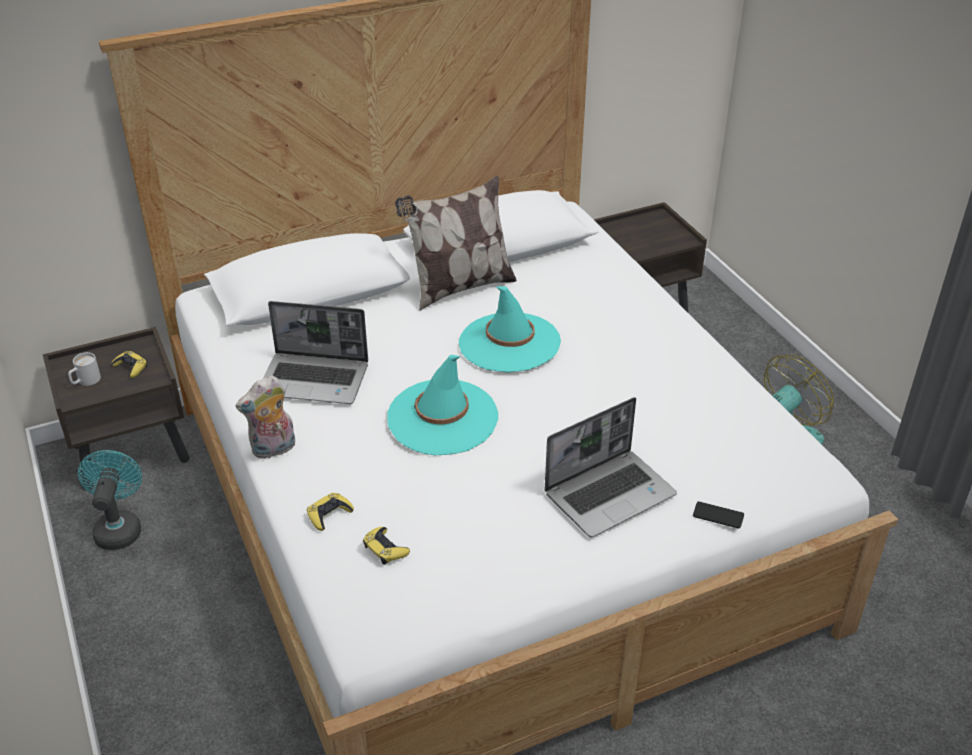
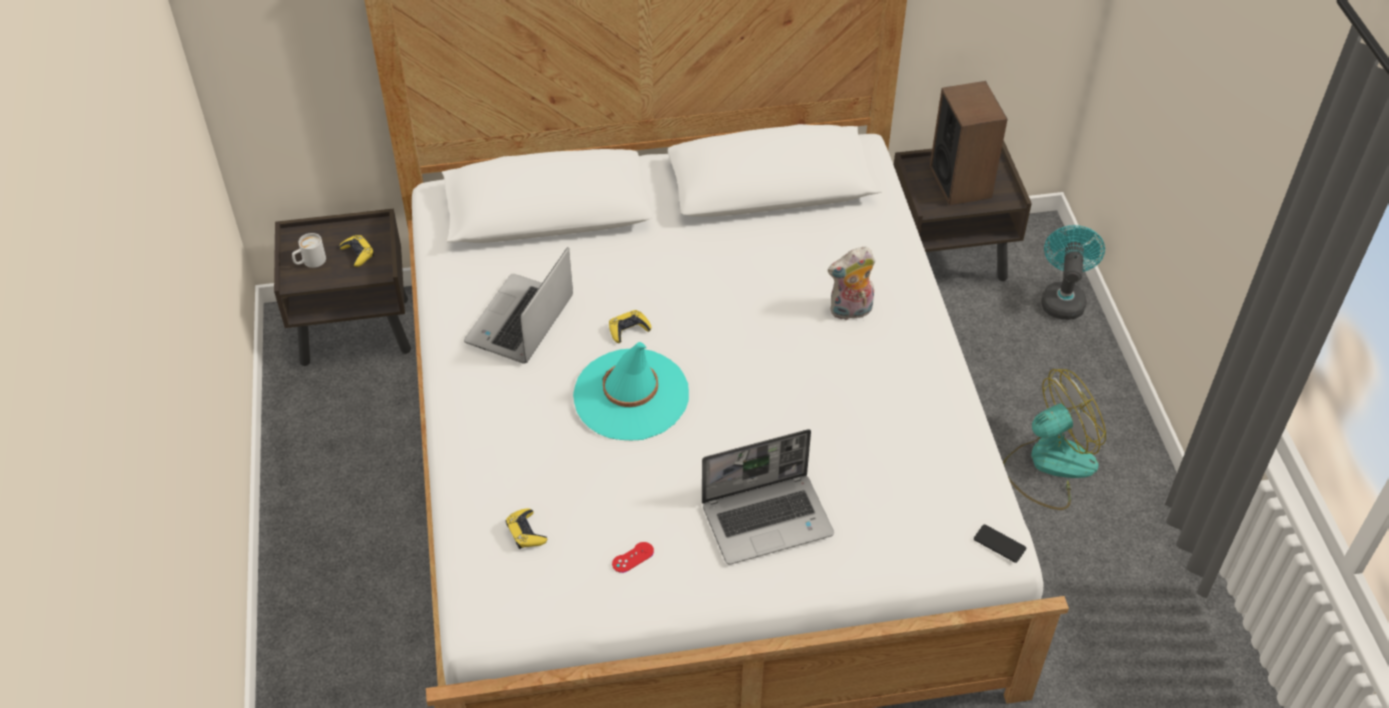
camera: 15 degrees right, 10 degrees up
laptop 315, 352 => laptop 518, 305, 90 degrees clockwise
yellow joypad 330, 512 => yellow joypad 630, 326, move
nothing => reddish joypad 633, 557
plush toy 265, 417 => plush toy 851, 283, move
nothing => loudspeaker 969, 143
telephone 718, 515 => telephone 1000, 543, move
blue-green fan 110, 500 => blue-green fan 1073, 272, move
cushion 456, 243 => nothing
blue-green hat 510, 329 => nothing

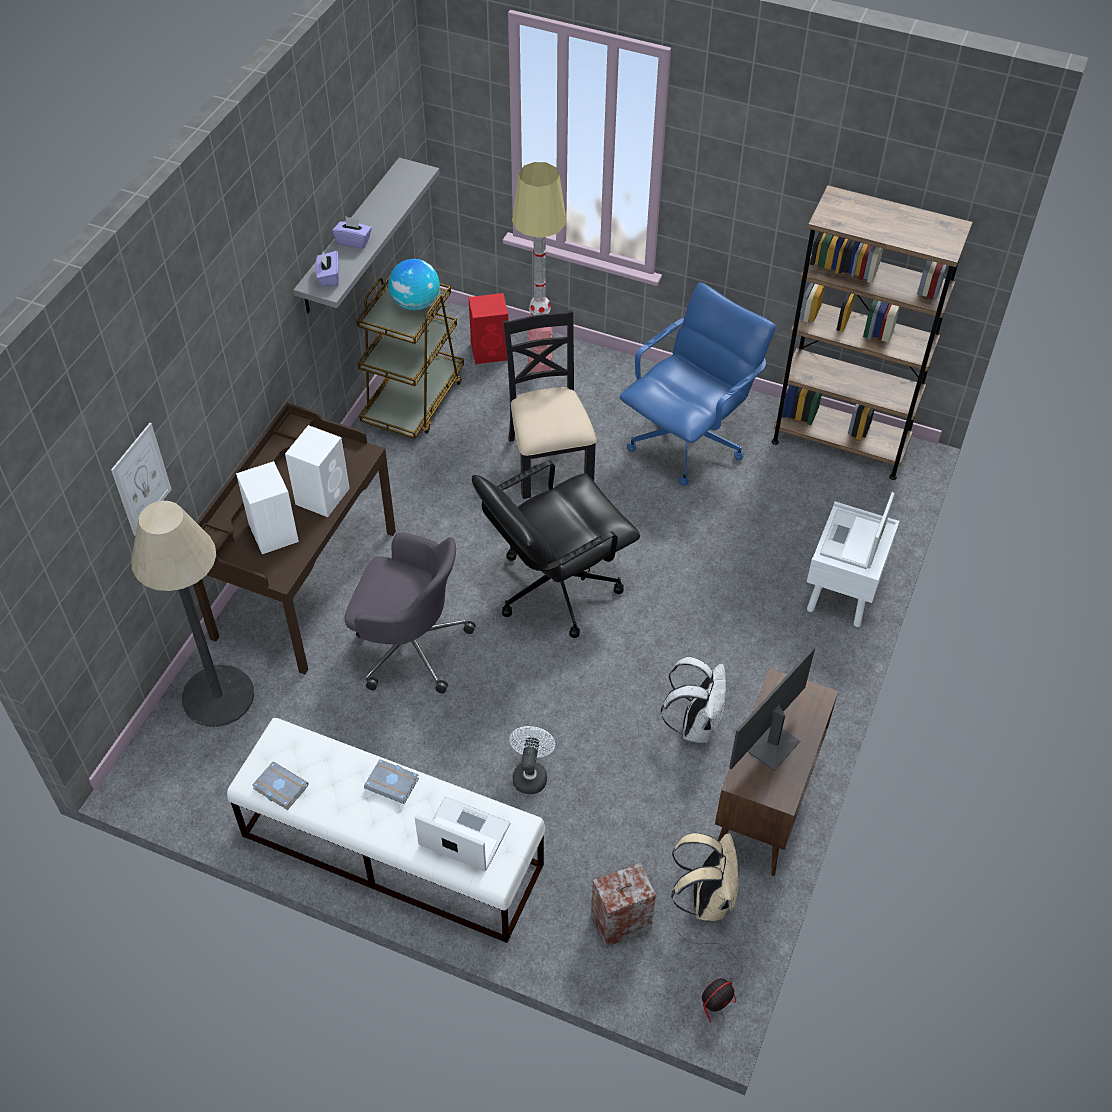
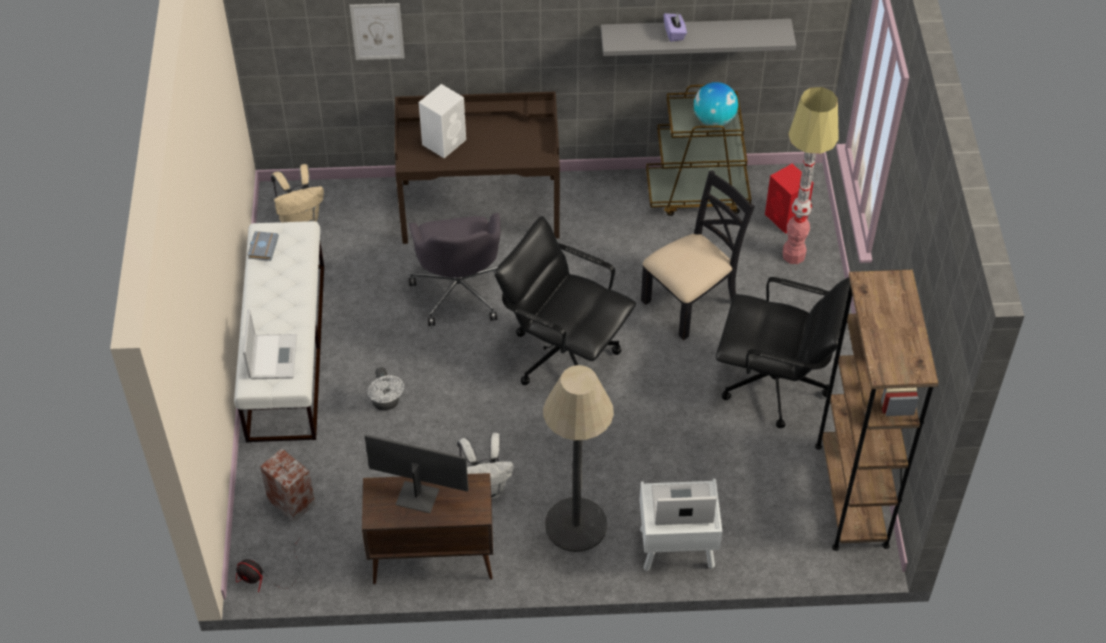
camera: 65 degrees right, 0 degrees up
beige backpack 705, 877 => beige backpack 297, 193, move
white fan 532, 760 => white fan 386, 389, 90 degrees clockwise
standing lamp 192, 614 => standing lamp 578, 458, move
blue desk chair 697, 384 => blackish desk chair 784, 352
white loudspeaker 317, 471 => nothing
purple-coloured box of tissues 327, 268 => nothing
greyish bound book 391, 781 => nothing

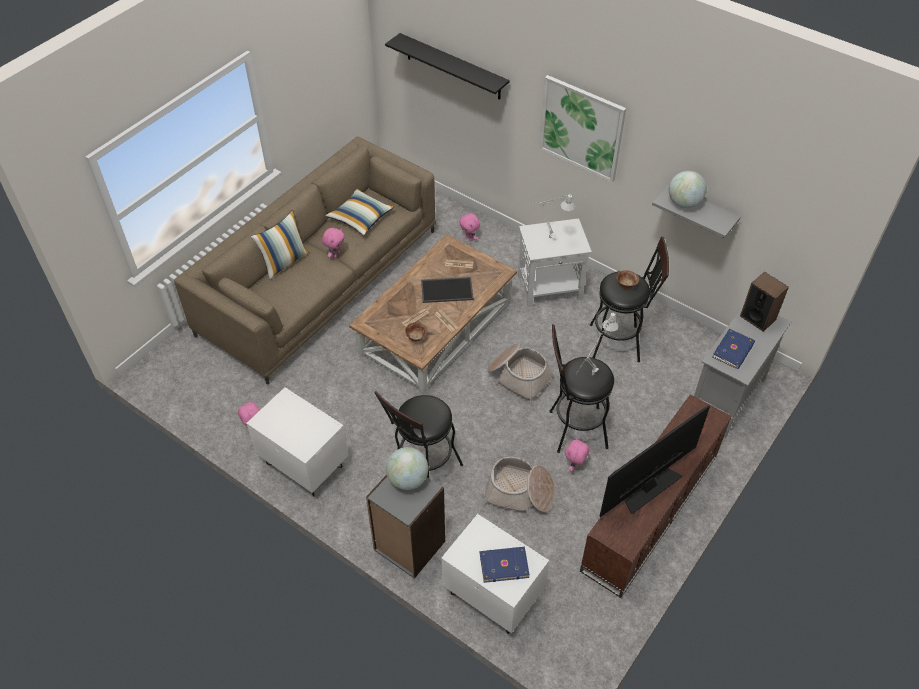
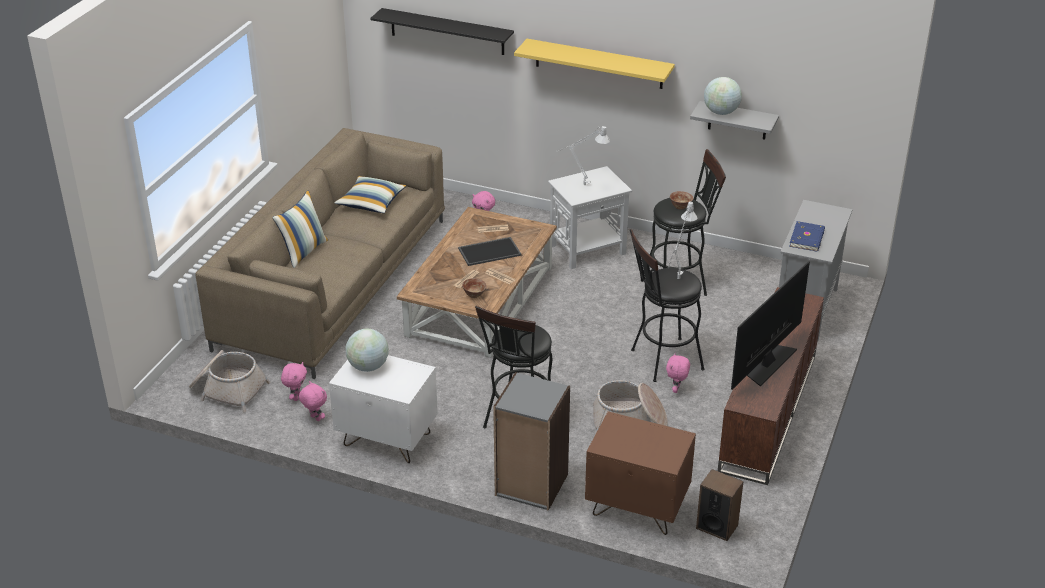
camera: 15 degrees left, 15 degrees down
household basket 521, 374 => household basket 230, 381, move
pinkish plush toy 333, 243 => pinkish plush toy 294, 381, move
desk globe 407, 468 => desk globe 367, 350, move
picture 582, 129 => yellow wall shelf 594, 64
white nightstand 495, 574 => brownish nightstand 640, 473
loudspeaker 764, 302 => loudspeaker 720, 505, move
blue bound book 505, 565 => nothing

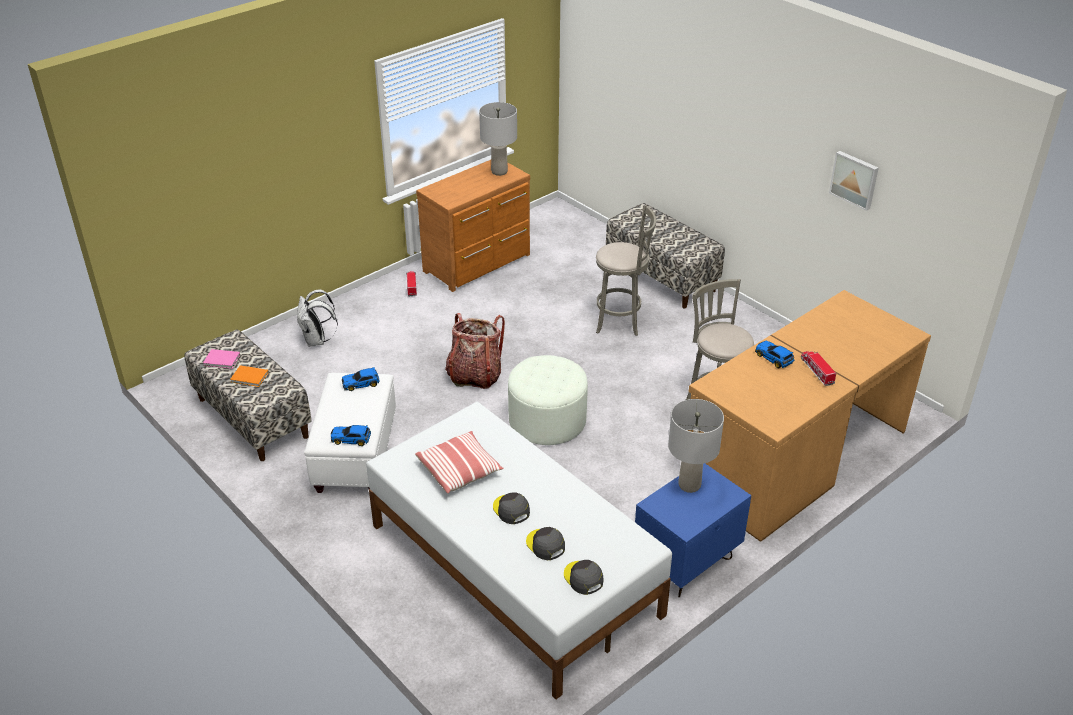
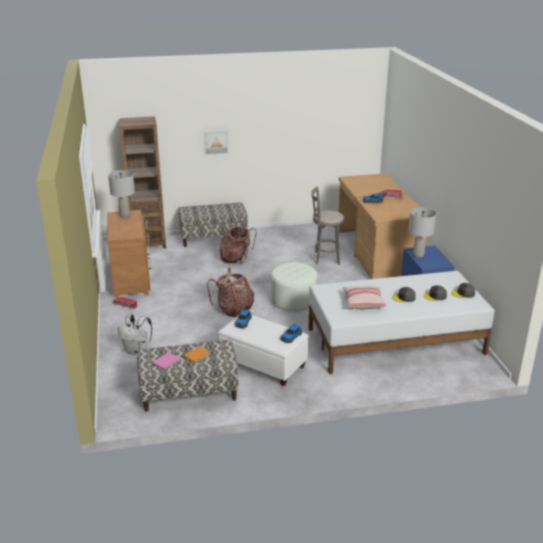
camera: 60 degrees left, 10 degrees down
nothing => brownish bookcase 143, 182
picture 854, 181 => picture 216, 142, move
greyish sitting stool 626, 270 => backpack 238, 245

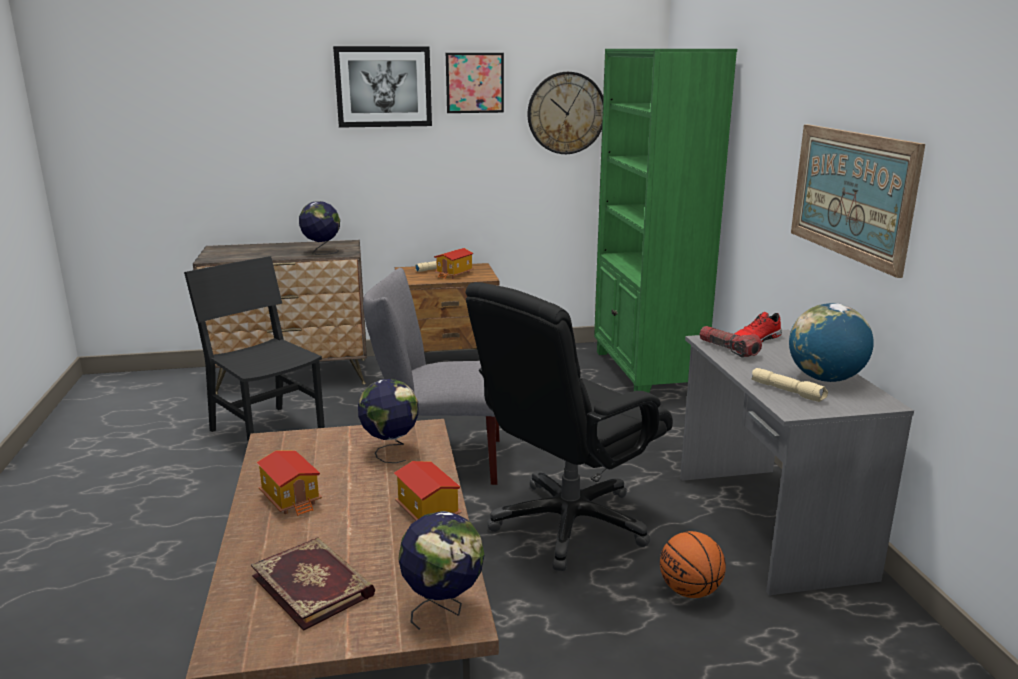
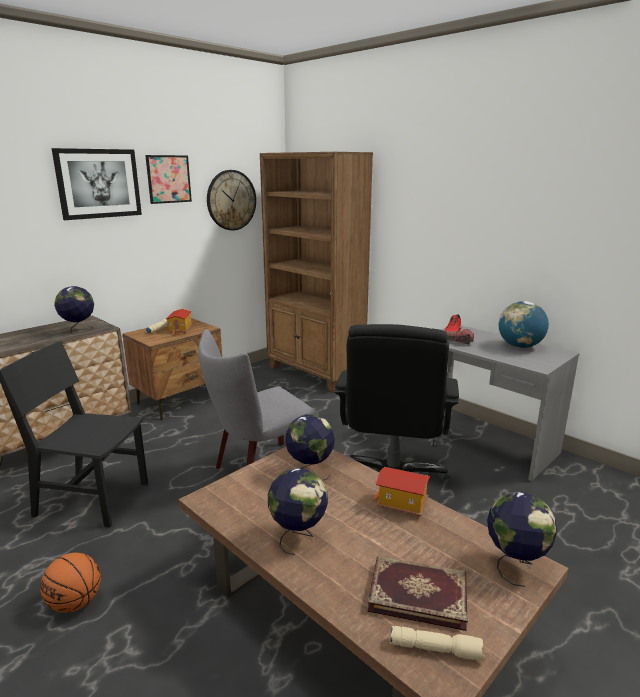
camera: 35 degrees left, 0 degrees up
basketball ball 693, 564 => basketball ball 70, 583, move
greenish bookcase 665, 221 => brownish bookcase 316, 272
toy house 289, 483 => desk globe 298, 511
beige torch 789, 385 => beige torch 437, 643, move
picture 858, 201 => nothing

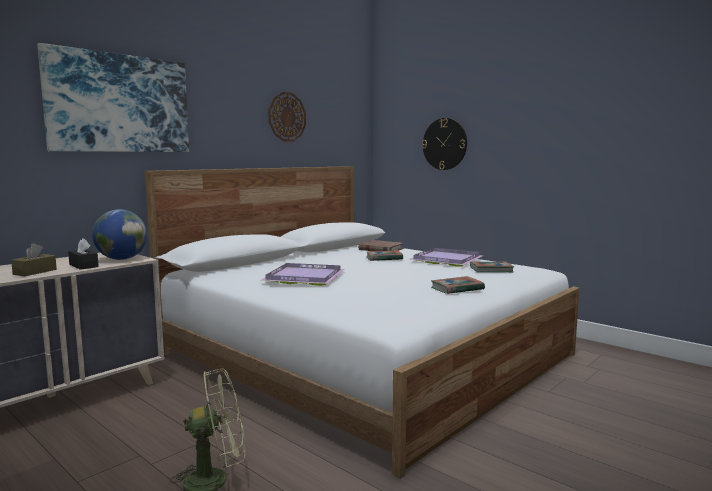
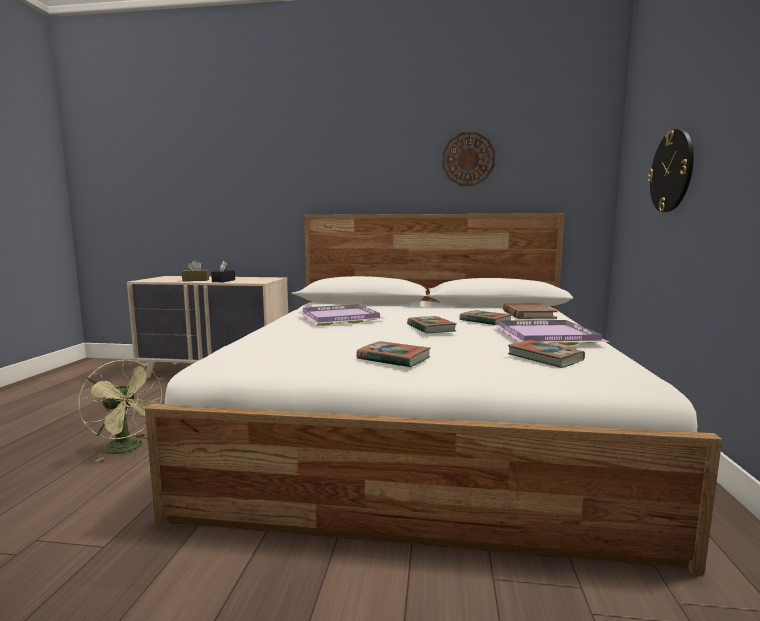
camera: 55 degrees right, 0 degrees up
nothing => bound book 432, 325
picture 113, 97 => nothing
desk globe 119, 234 => nothing

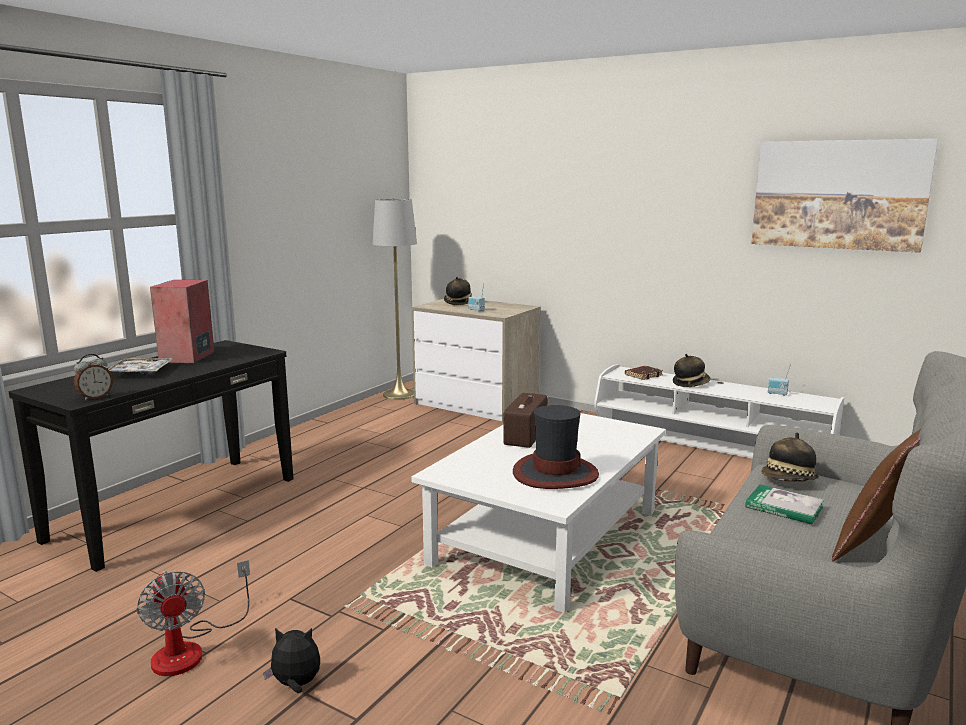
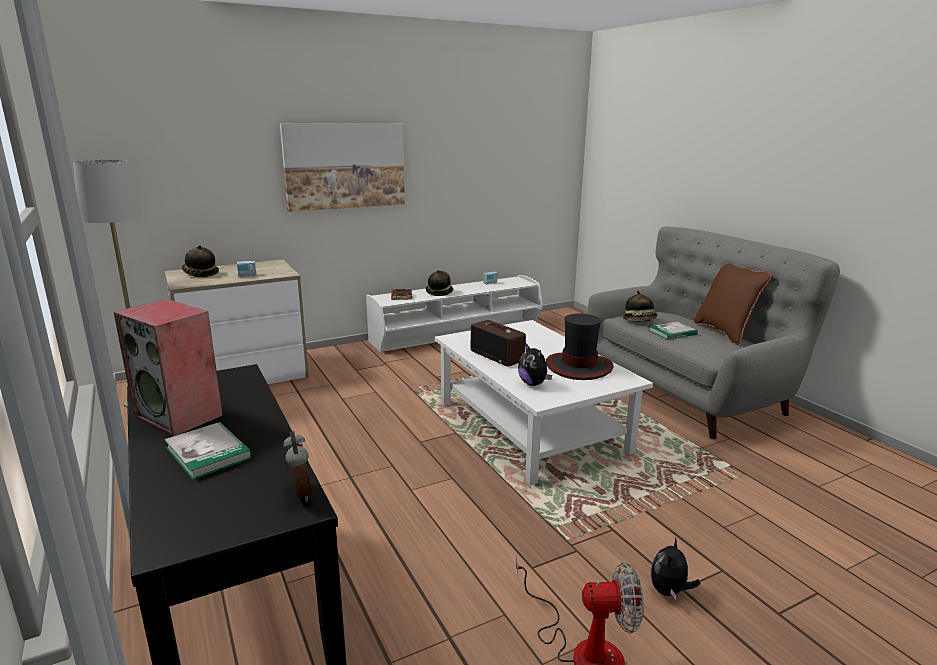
camera: 60 degrees left, 5 degrees up
tray 140, 366 => bound book 208, 451
picture 844, 196 => picture 342, 167, move
nothing => plush toy 535, 364

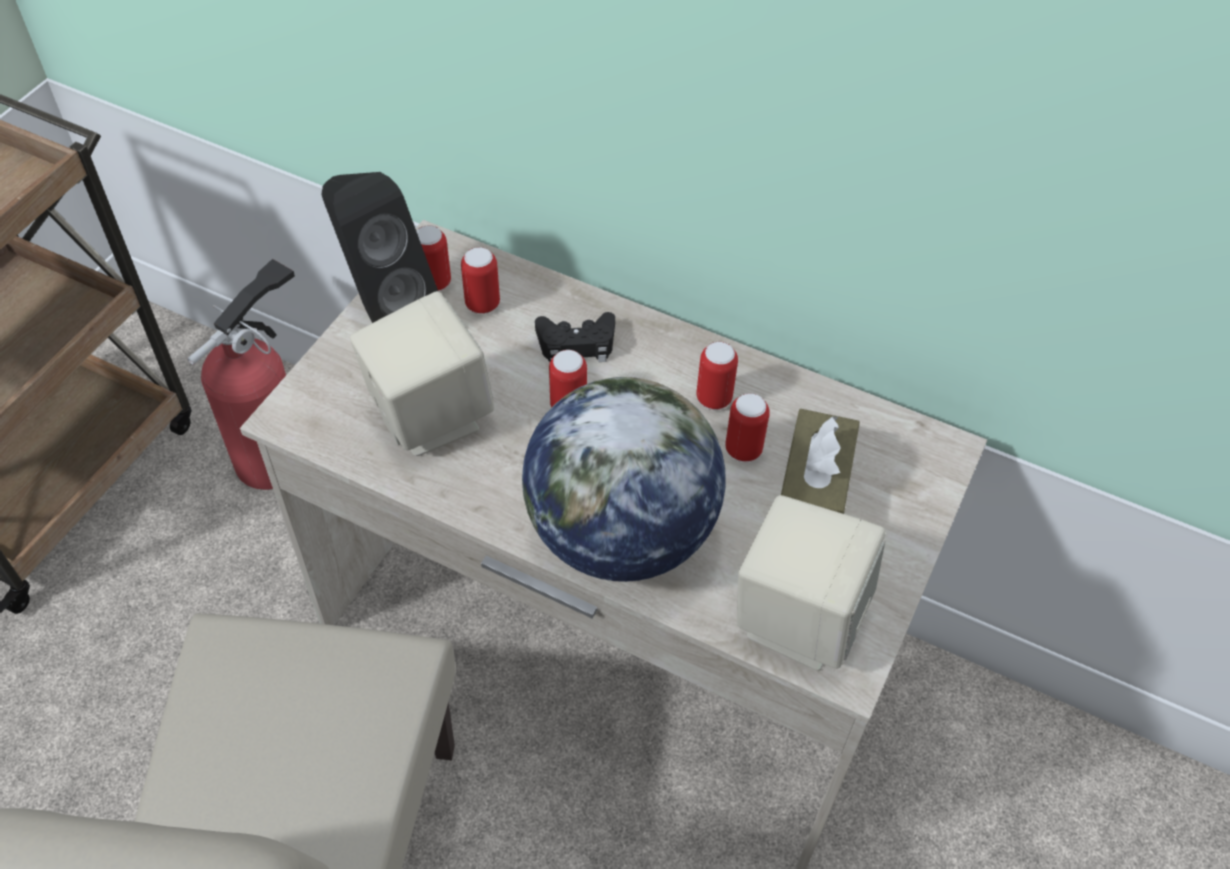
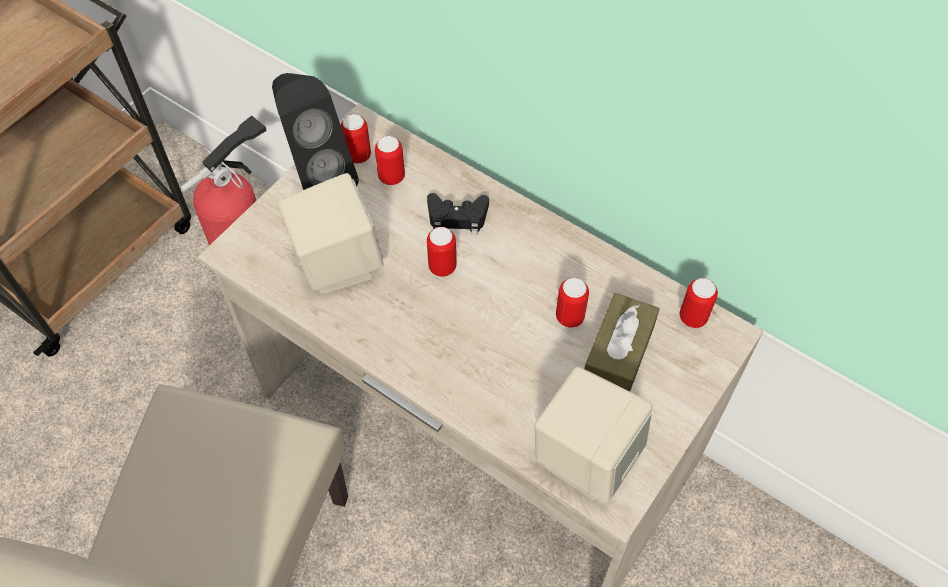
camera: 10 degrees right, 5 degrees up
sealed can 717, 376 => sealed can 699, 303, move
desk globe 624, 479 => nothing

